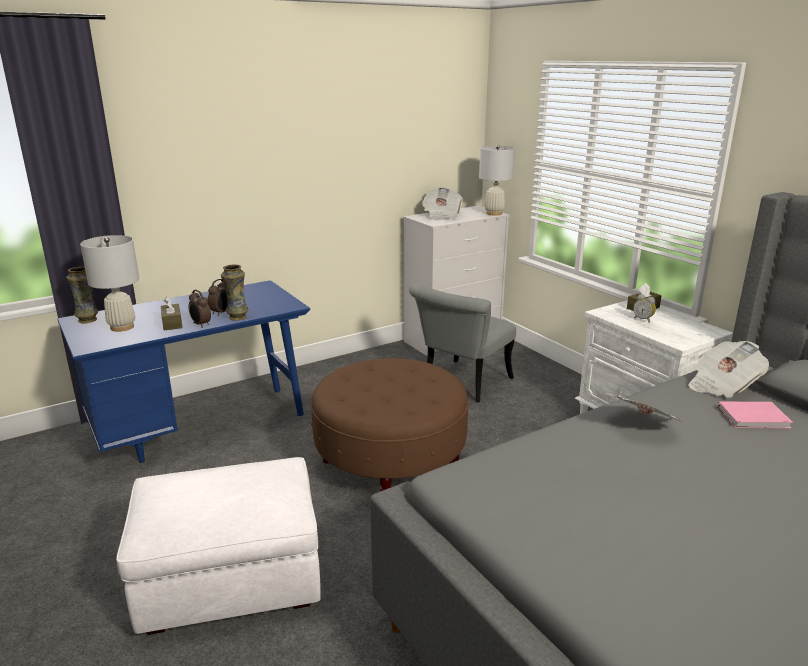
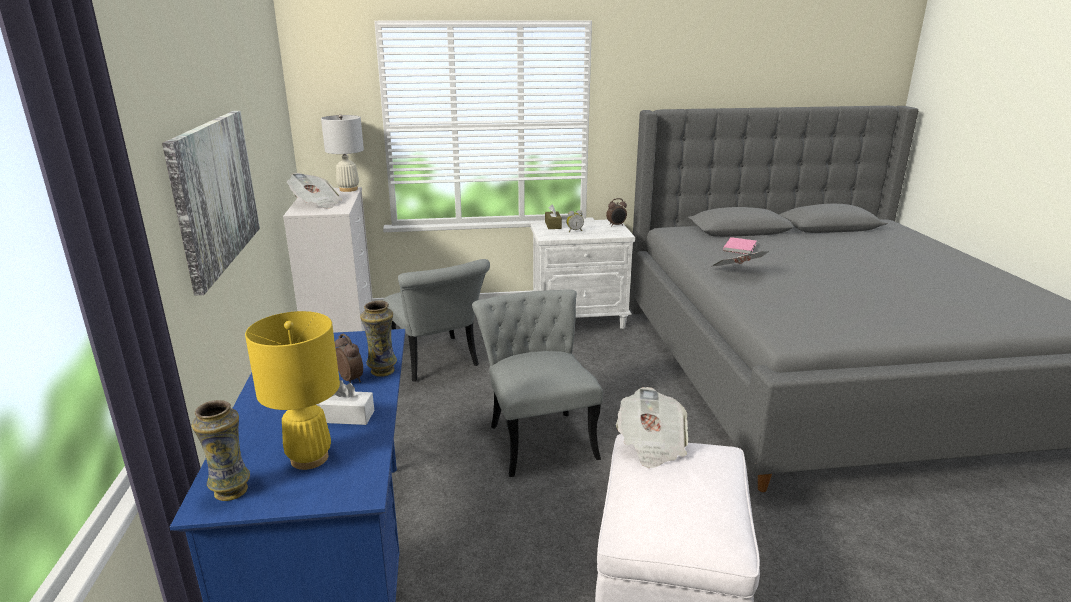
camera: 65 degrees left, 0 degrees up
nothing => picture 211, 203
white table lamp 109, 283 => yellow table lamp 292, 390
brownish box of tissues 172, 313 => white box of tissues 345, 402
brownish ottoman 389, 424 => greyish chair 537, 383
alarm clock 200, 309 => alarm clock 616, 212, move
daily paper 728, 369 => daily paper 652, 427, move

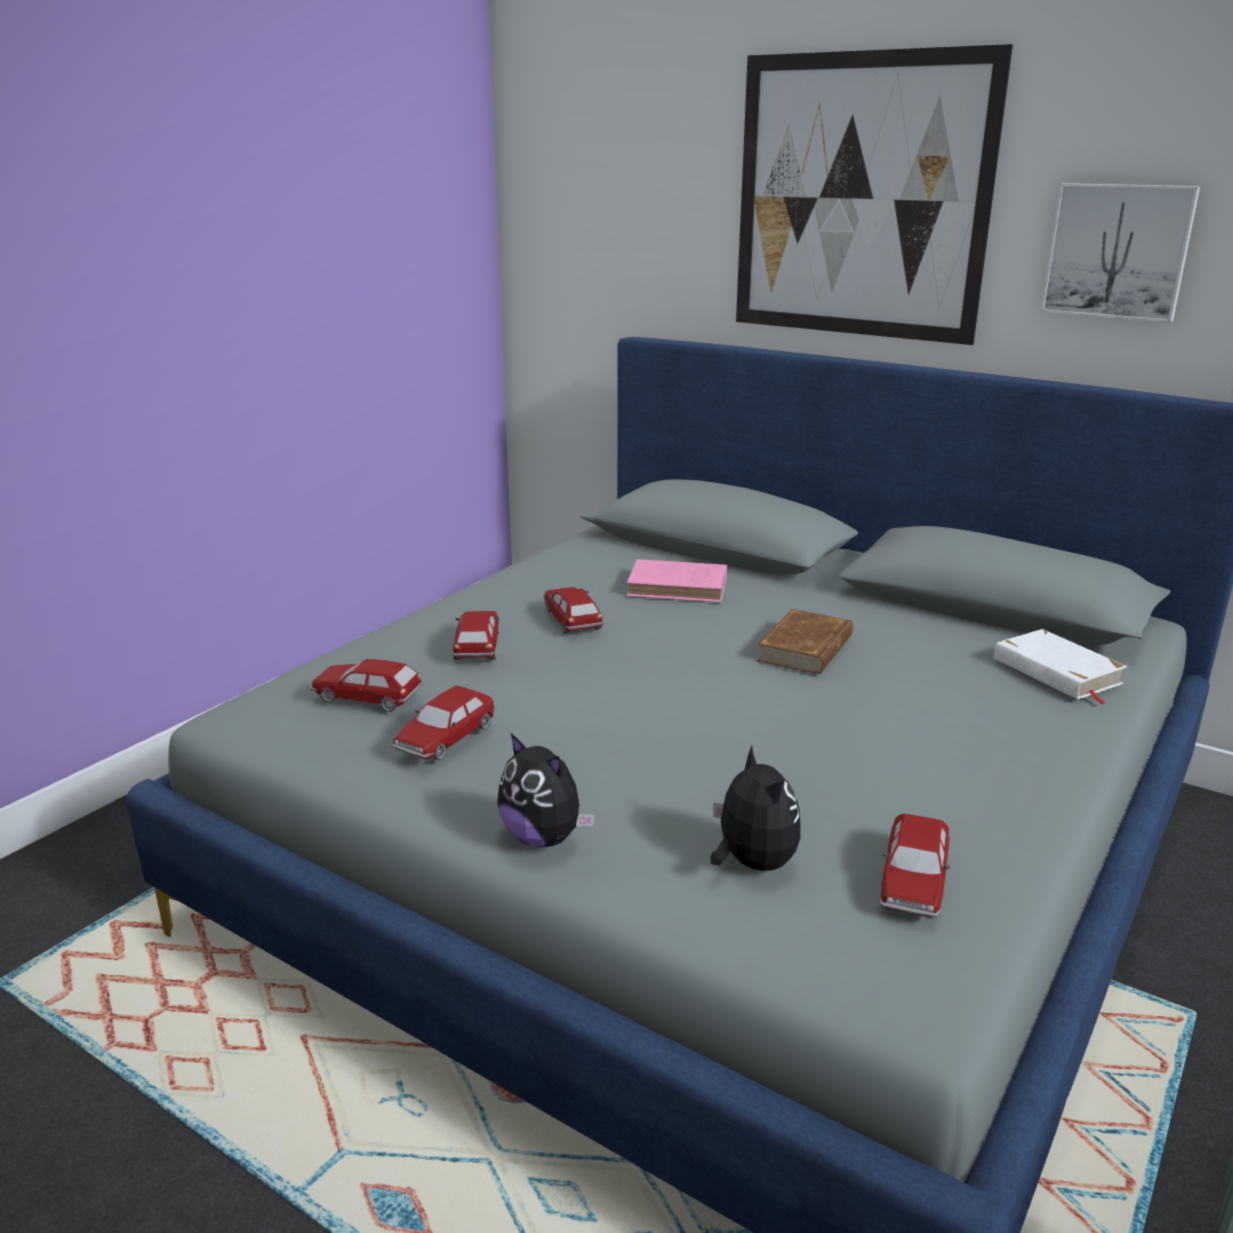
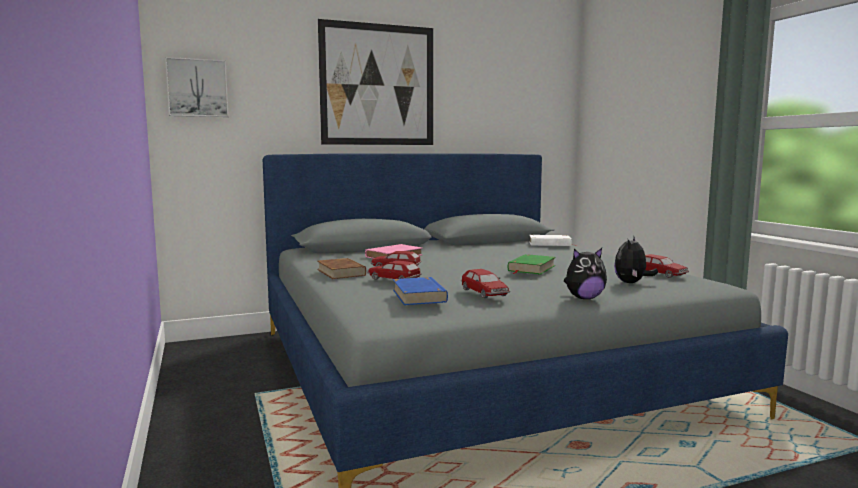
camera: 55 degrees left, 15 degrees down
picture 1120, 253 => picture 197, 87, move
brownish bound book 805, 641 => brownish bound book 341, 268, move
miniature car 366, 685 => blue bound book 420, 291
nothing => greenish bound book 531, 264
plush toy 756, 808 => plush toy 636, 259, 75 degrees counterclockwise

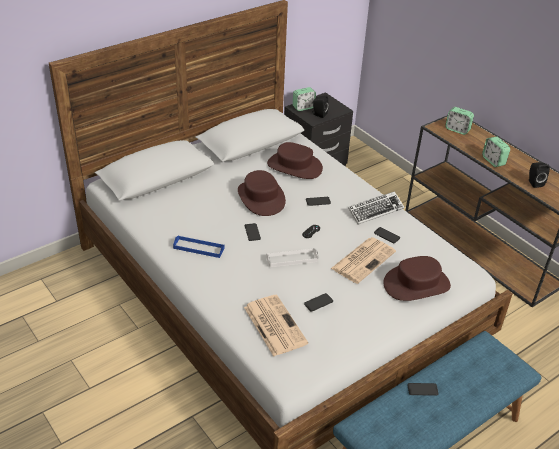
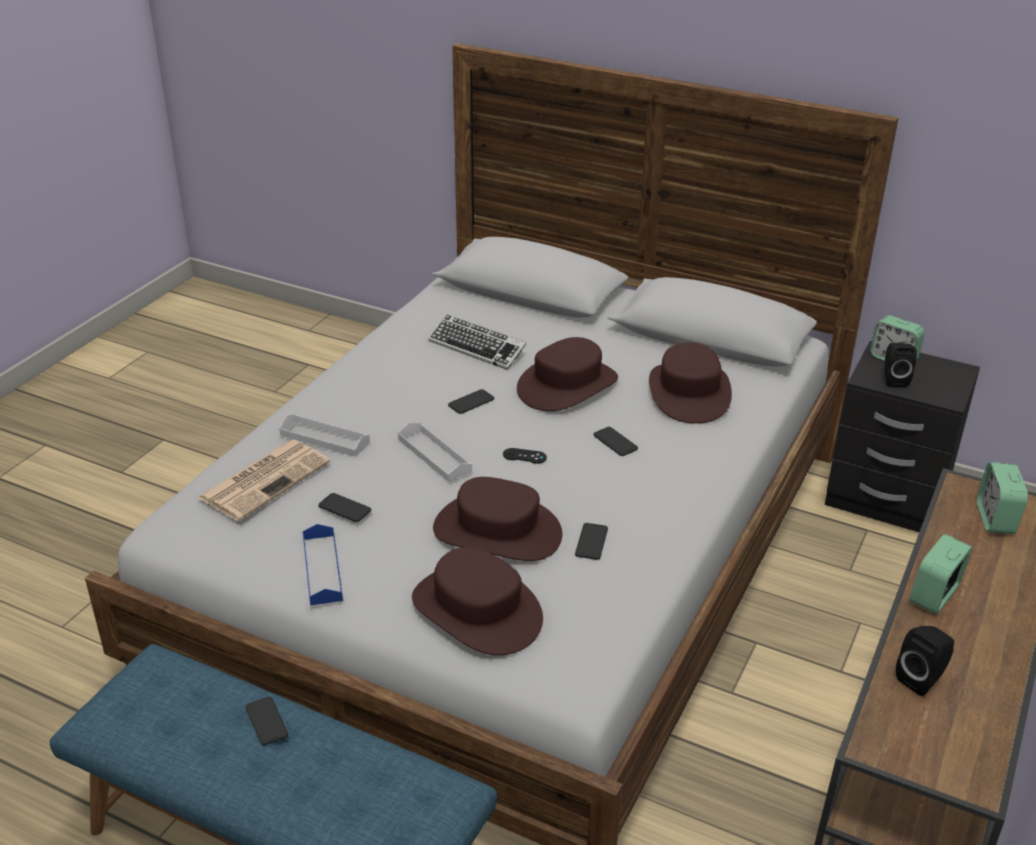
camera: 65 degrees right, 5 degrees down
nothing => white tray 324, 435
blue tray 199, 246 => blue tray 323, 564, move
computer keyboard 376, 208 => computer keyboard 477, 342, move
daily paper 363, 260 => brownish hat 497, 519

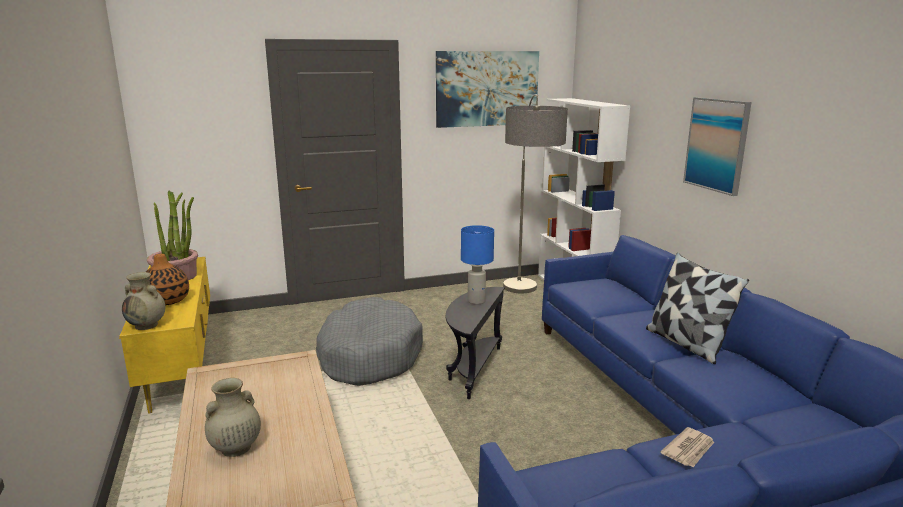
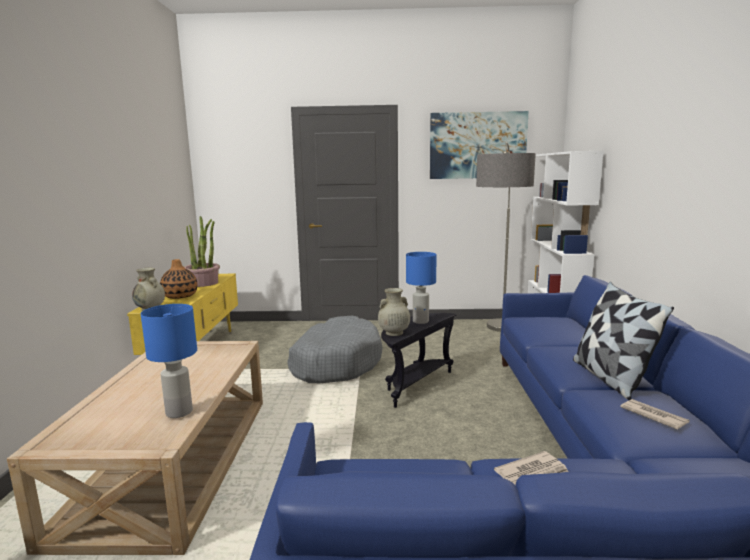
camera: 20 degrees right, 5 degrees down
nothing => blue table lamp 169, 361
beige decorative vase 233, 417 => beige decorative vase 394, 312, move
nothing => daily paper 655, 414
picture 717, 146 => nothing

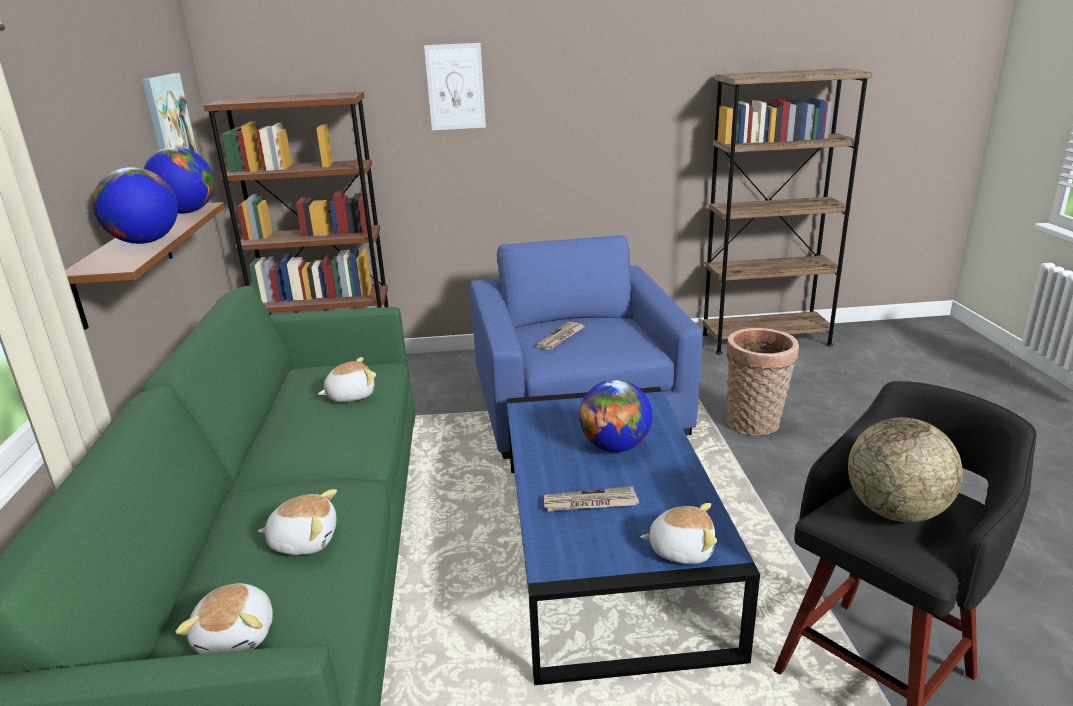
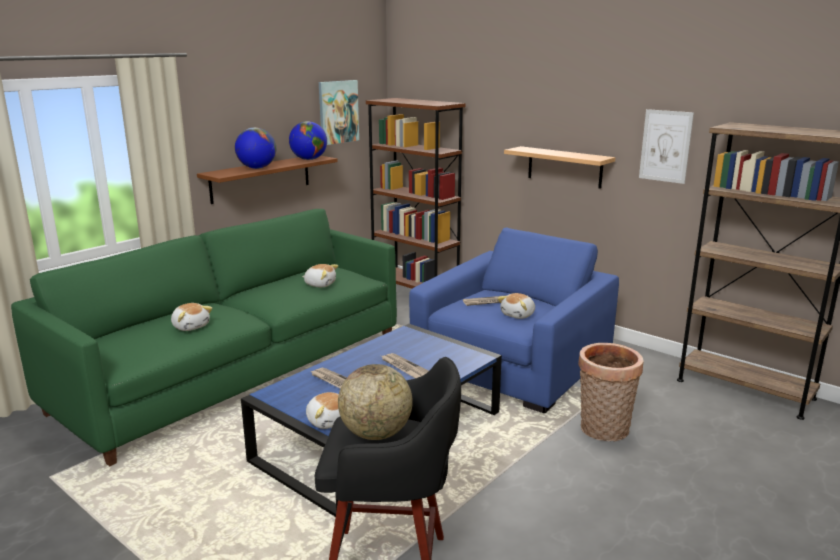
camera: 45 degrees right, 5 degrees down
desk globe 616, 415 => daily paper 404, 365
plush toy 224, 618 => plush toy 516, 306, move
nothing => wall shelf 559, 167
picture 455, 86 => picture 666, 146, move

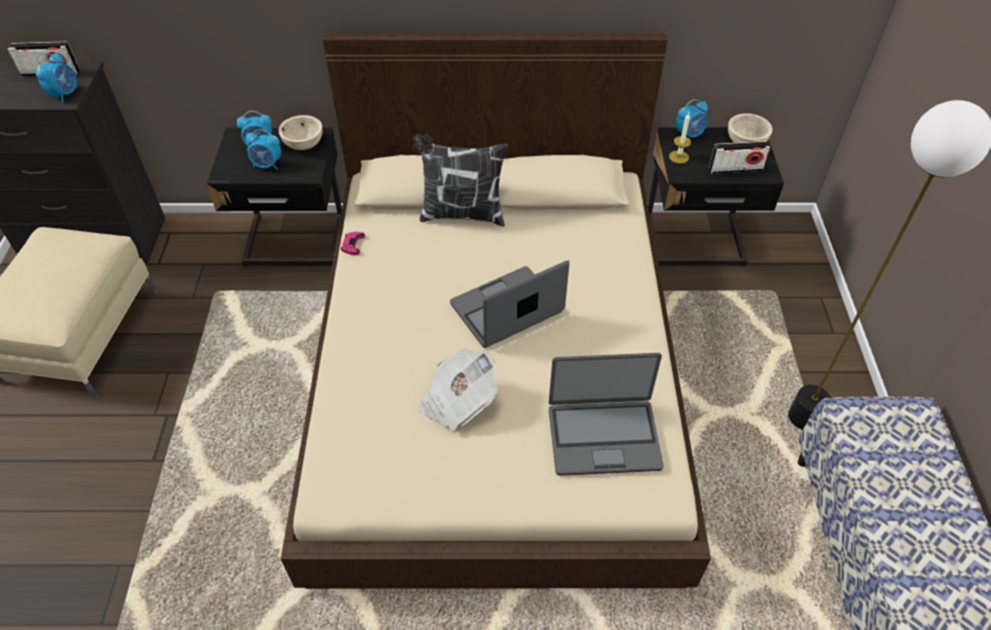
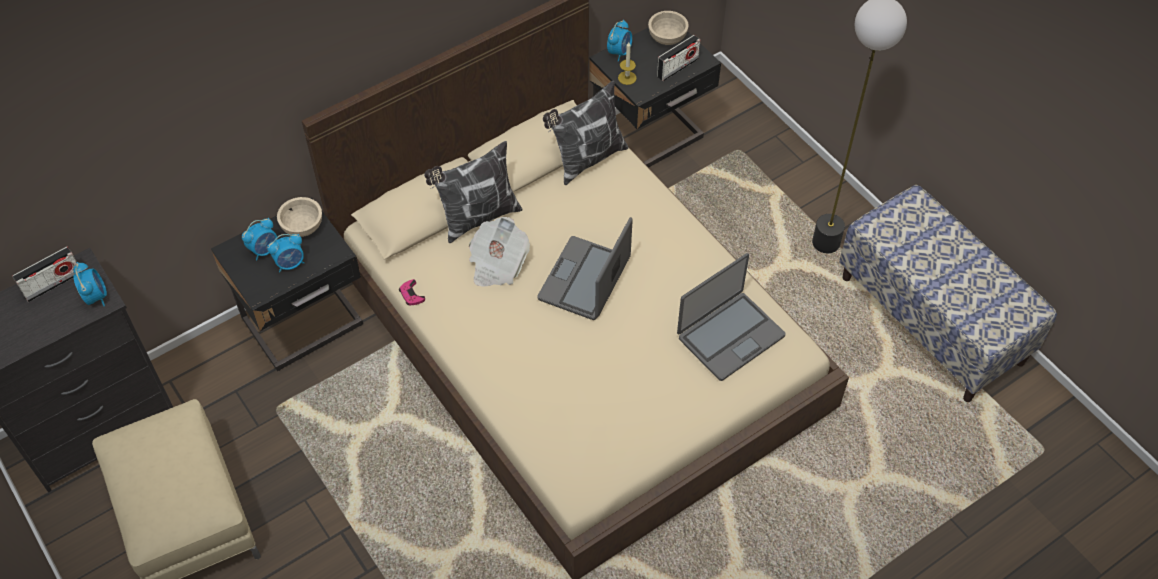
camera: 35 degrees left, 5 degrees up
daily paper 458, 389 => daily paper 499, 252, move
nothing => cushion 585, 132

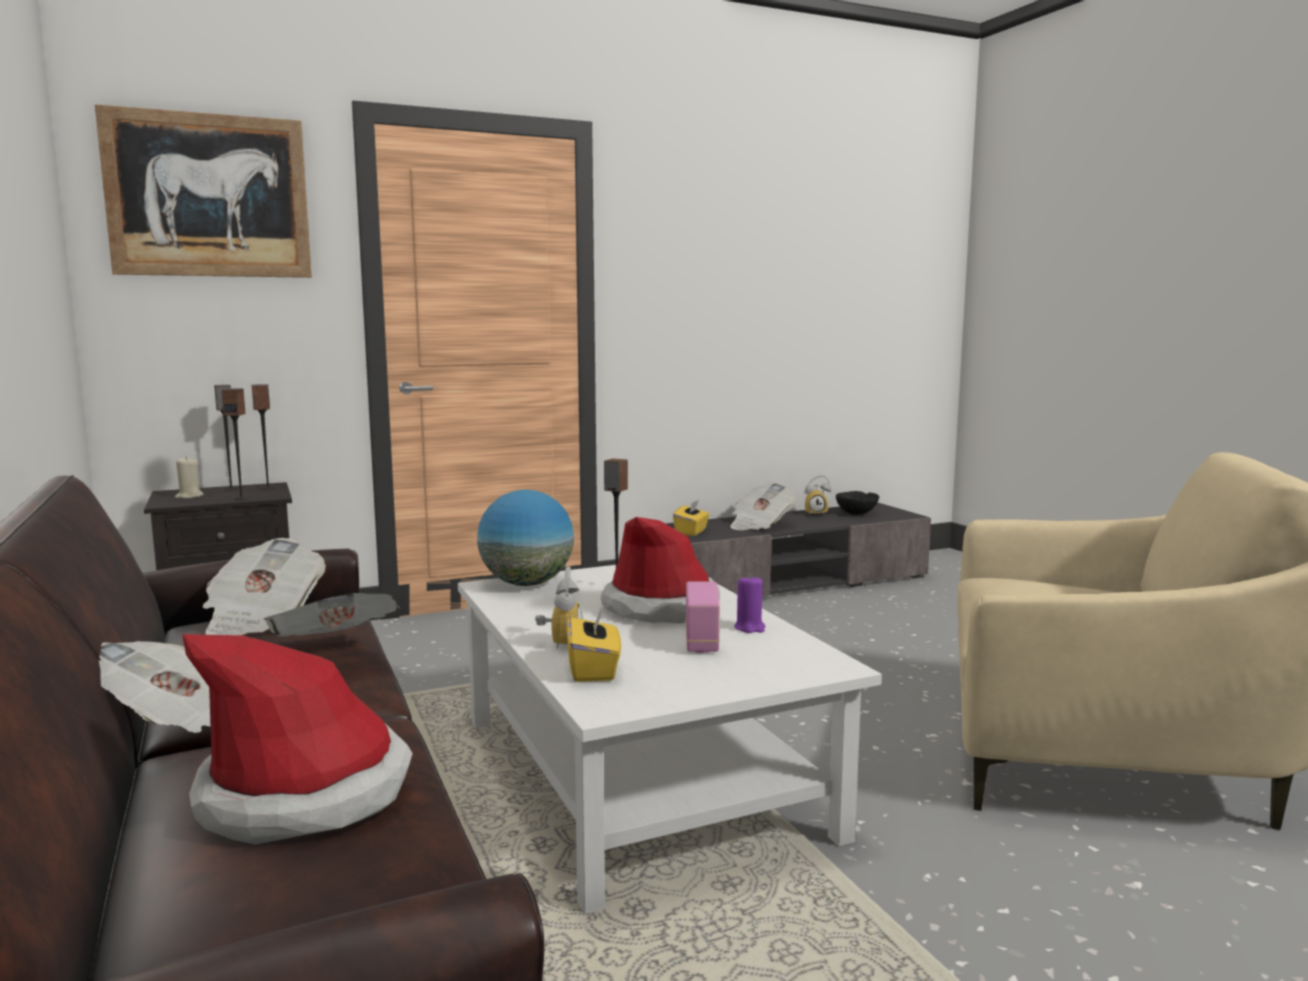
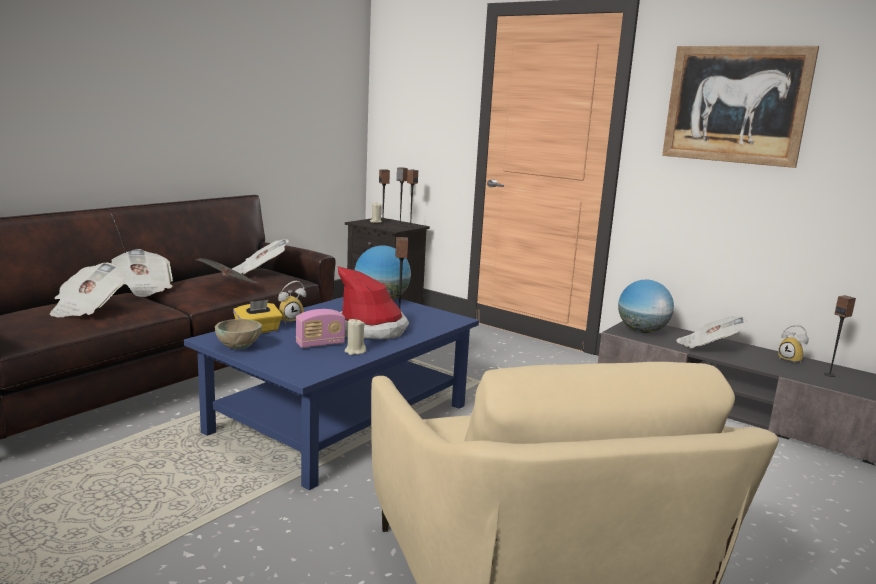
camera: 60 degrees right, 5 degrees up
hat 297, 739 => daily paper 88, 290
white lounge table 670, 739 => blue lounge table 331, 393
nothing => beige bowl 238, 334
purple-coloured candle 749, 603 => beige candle 355, 337
yellow box of tissues 691, 518 => desk globe 646, 306
picture 203, 191 => picture 740, 107, move
blackish bowl 857, 503 => loudspeaker 840, 336

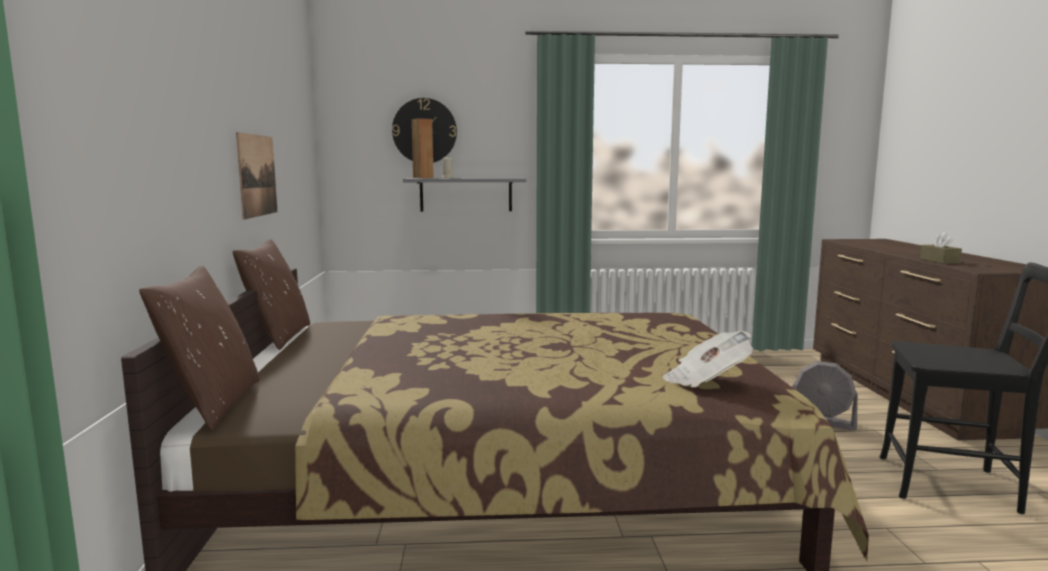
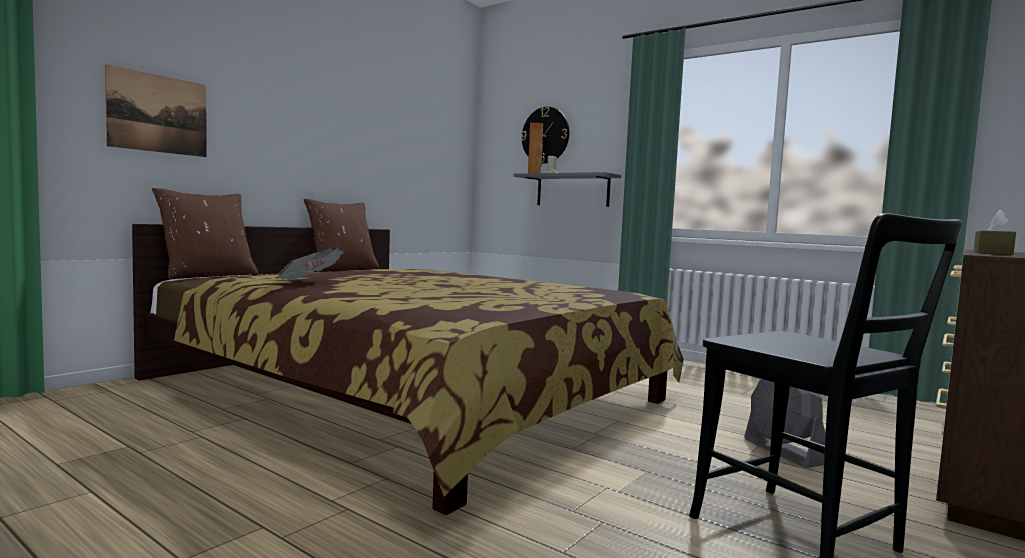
camera: 40 degrees right, 5 degrees down
picture 256, 176 => picture 156, 110, move
daily paper 708, 359 => daily paper 309, 263, move

